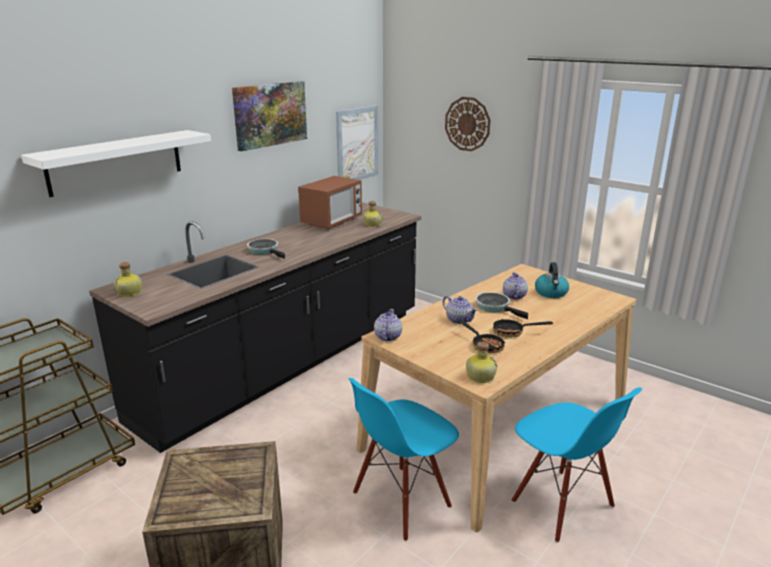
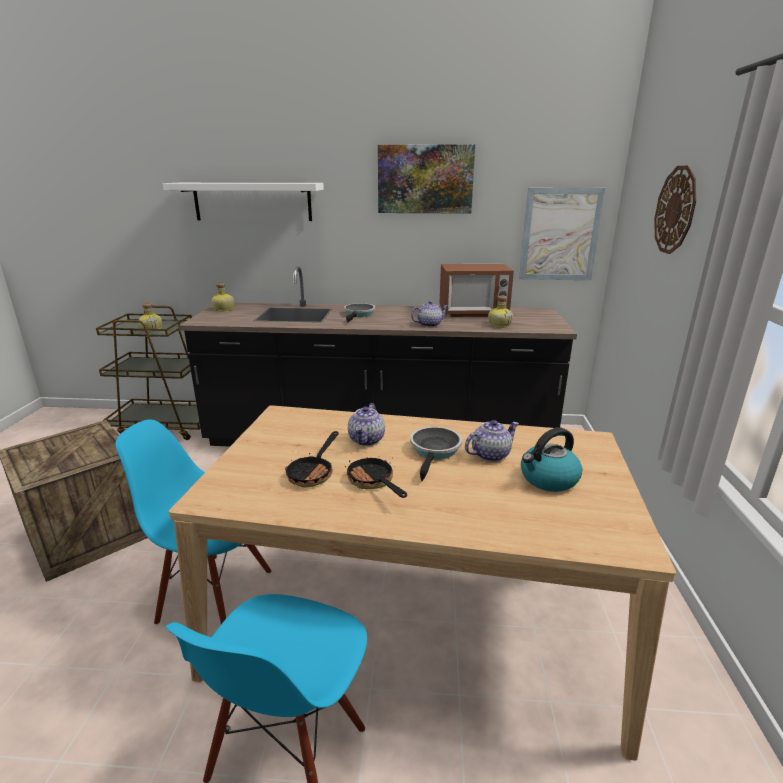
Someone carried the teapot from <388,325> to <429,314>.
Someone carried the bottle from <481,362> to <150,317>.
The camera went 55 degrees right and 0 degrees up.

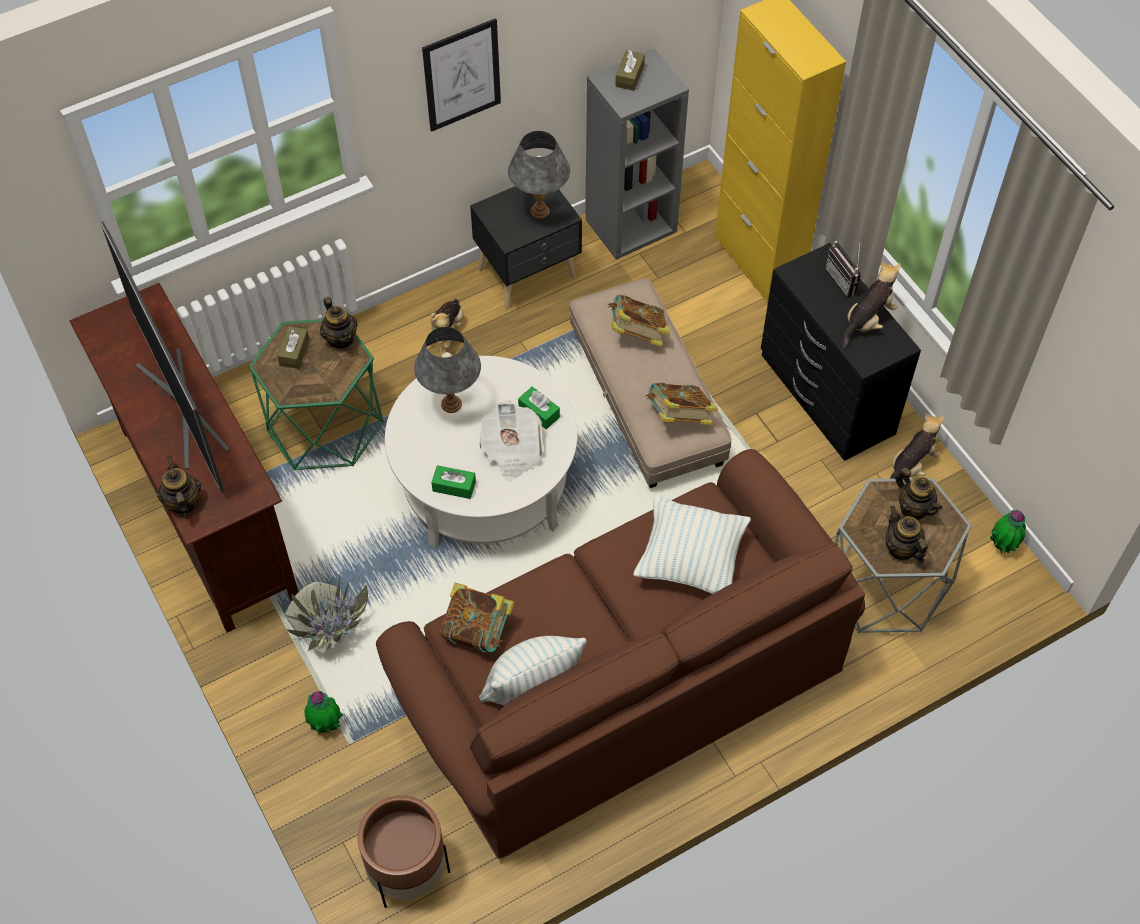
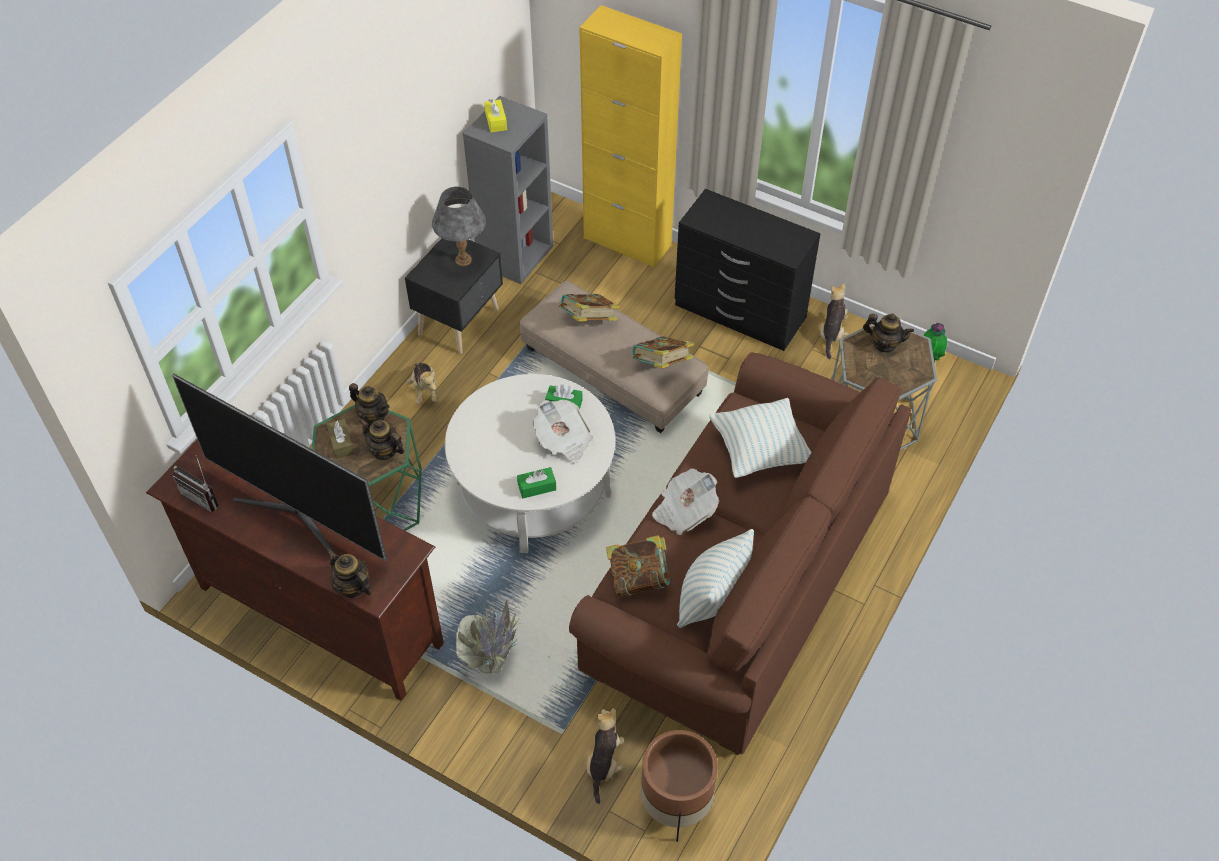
Someone took away the picture at <461,75>.
Someone repainted the brown tissue box at <630,70>, which became the yellow tissue box at <495,115>.
Someone carried the radio from <843,268> to <195,483>.
Someone carried the plush toy from <872,305> to <605,756>.
Someone took away the grey table lamp at <447,370>.
Someone carried the teapot from <906,535> to <382,440>.
Someone took away the potted plant at <324,712>.
Someone put down the newspaper at <685,502>.
The camera went 30 degrees left and 5 degrees down.

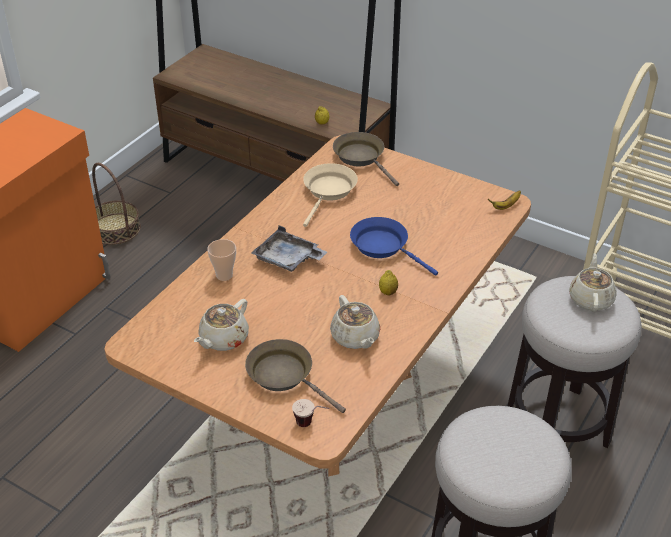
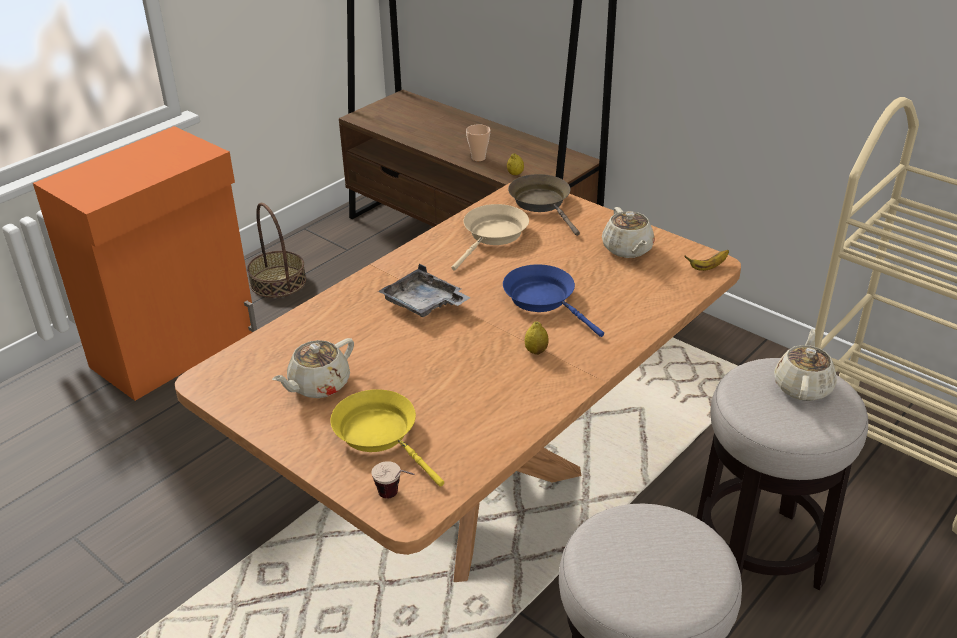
Someone carried the cup from <221,260> to <478,142>.
Someone carried the beige teapot from <355,322> to <628,232>.
Someone repainted the brown frying pan at <295,376>, which became the yellow frying pan at <387,438>.
The camera went 10 degrees right and 5 degrees down.

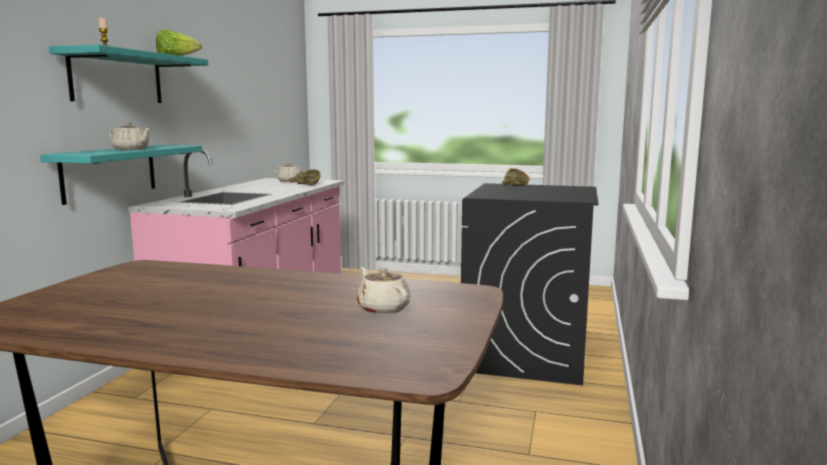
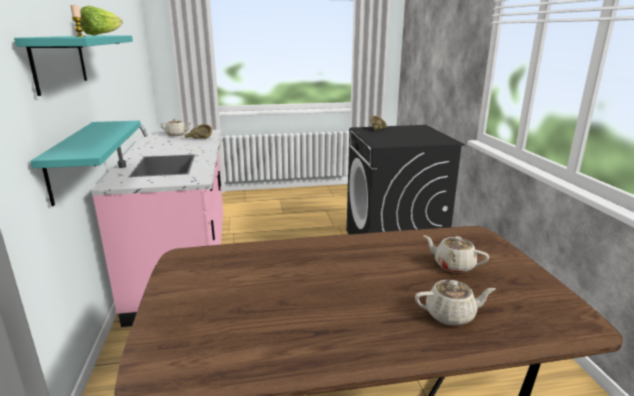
Someone carried the beige teapot from <130,136> to <455,303>.
The camera went 25 degrees left and 10 degrees up.

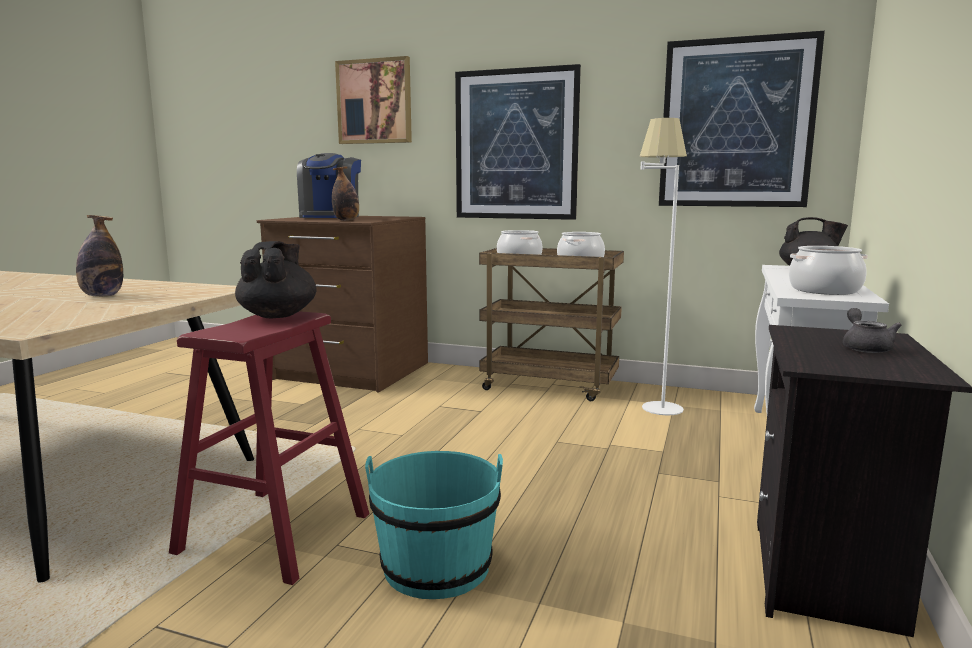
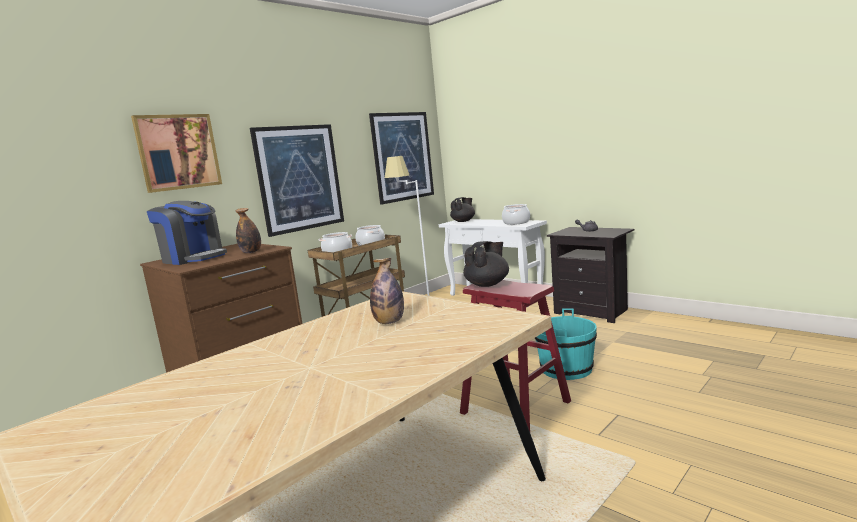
Someone rotated the black teapot at <276,279> by 105 degrees clockwise.
The camera went 65 degrees left and 0 degrees up.

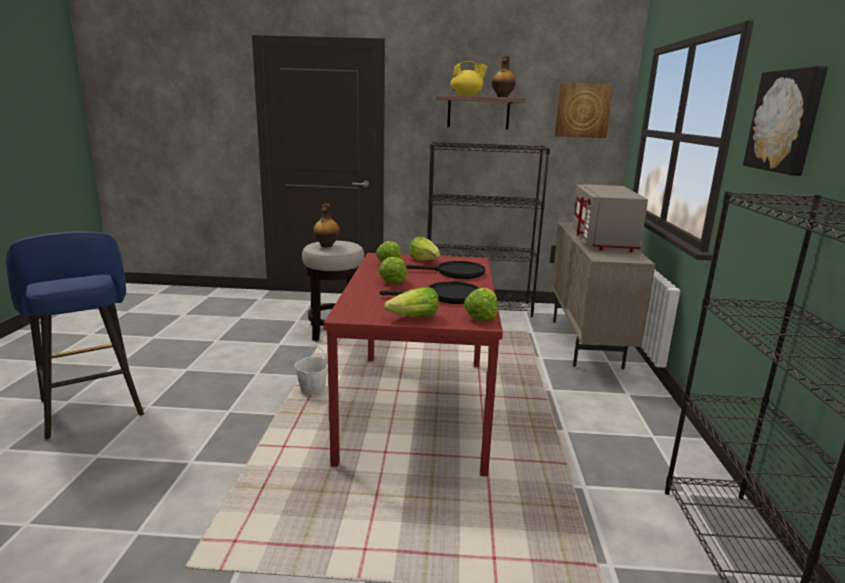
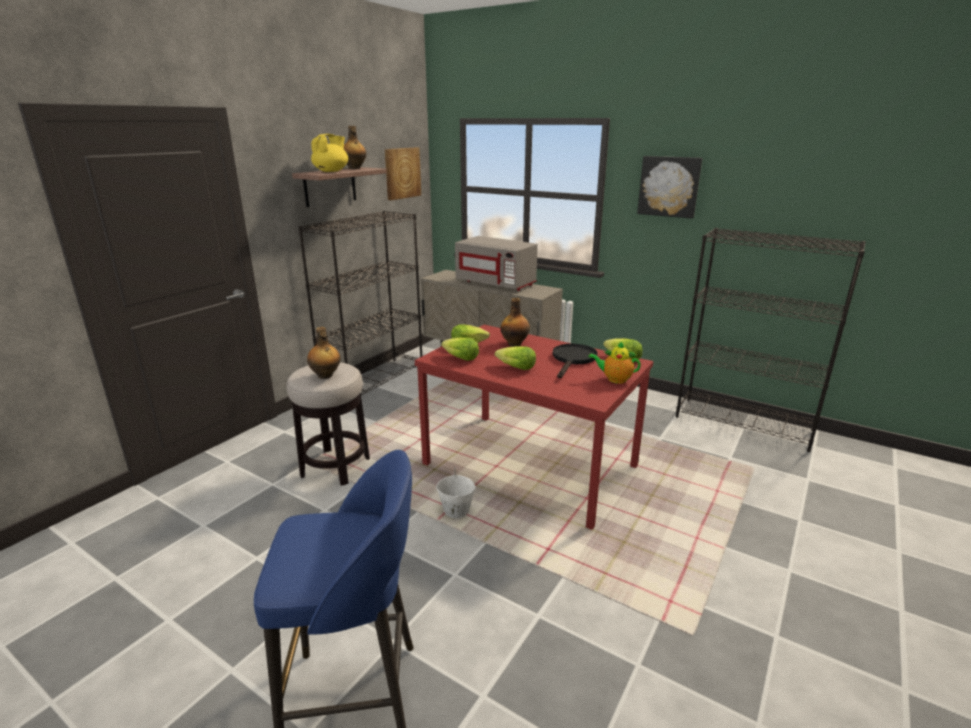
Someone swapped the black frying pan at <445,270> for the bottle at <515,322>.
Someone swapped the lettuce at <411,302> for the teapot at <614,362>.
The camera went 60 degrees left and 5 degrees up.

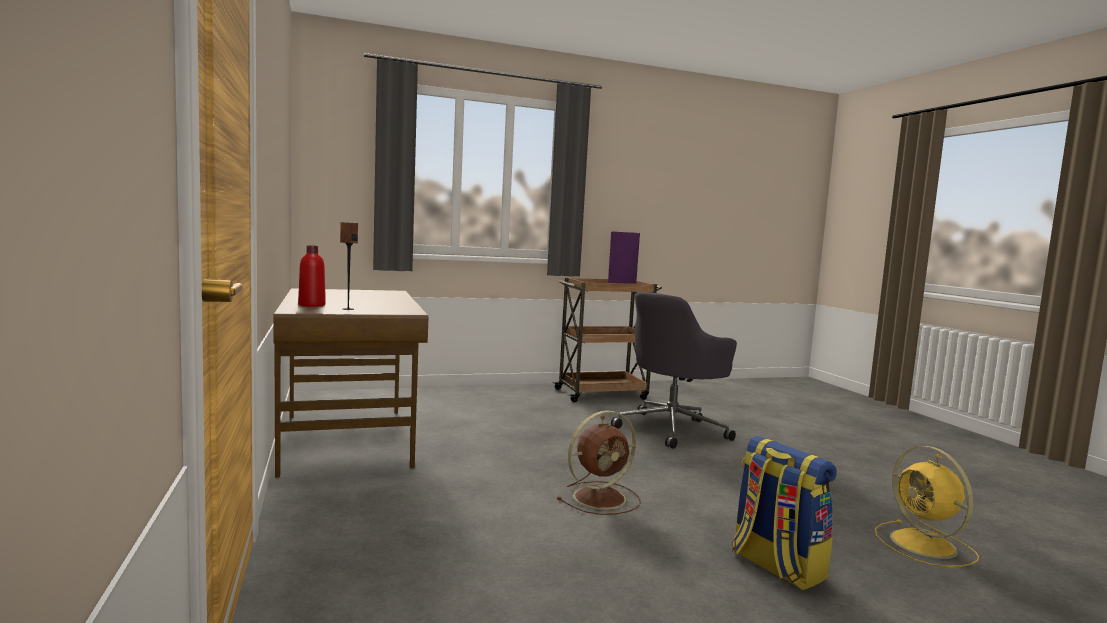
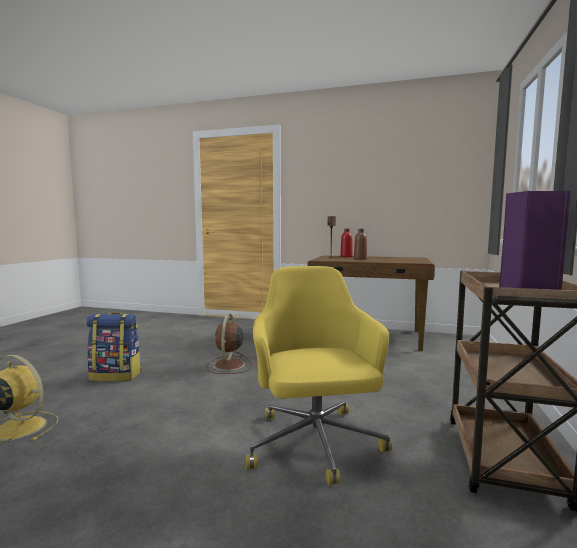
Someone repainted the grey office chair at <674,370>, which became the yellow office chair at <319,375>.
Someone put down the brown bottle at <360,244>.
The camera went 125 degrees right and 0 degrees up.

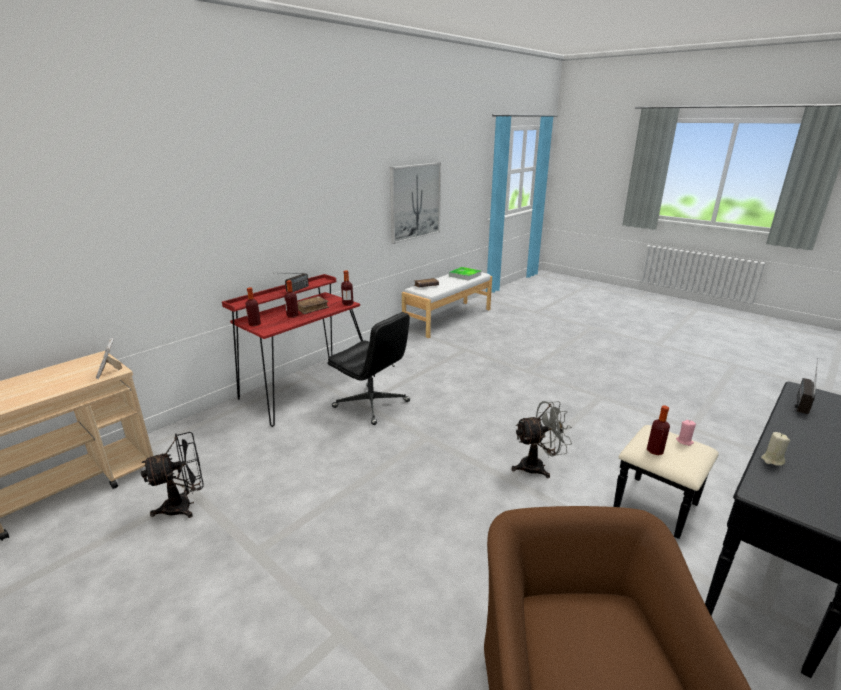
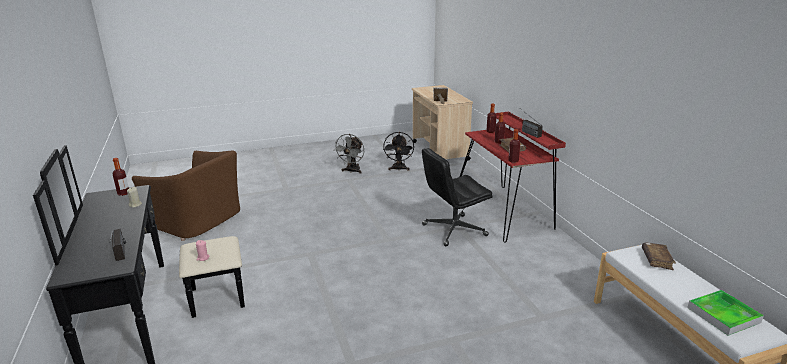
Someone took away the picture at <415,203>.
Someone carried the grey fan from <541,439> to <348,154>.
Someone carried the bottle from <658,430> to <121,177>.
The camera went 120 degrees right and 0 degrees up.

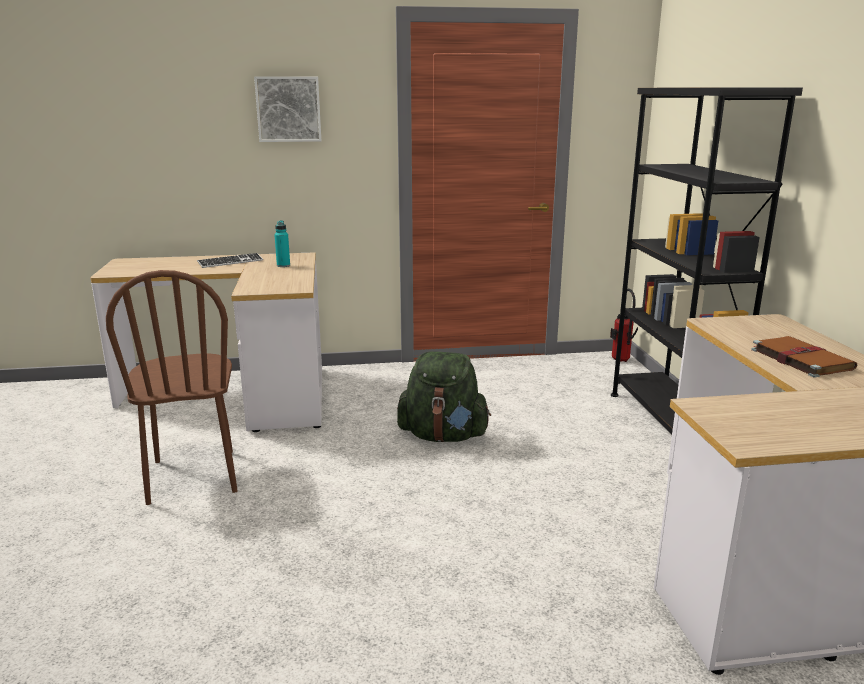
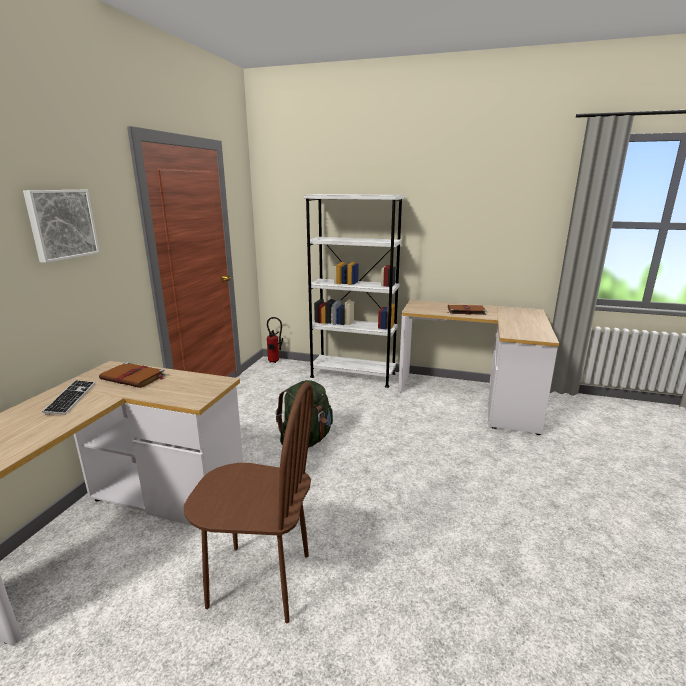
Someone repainted the black bookcase at <707,260>, which became the white bookcase at <354,291>.
Someone swapped the turquoise bottle at <282,243> for the brown book at <132,375>.
The camera went 65 degrees left and 0 degrees up.

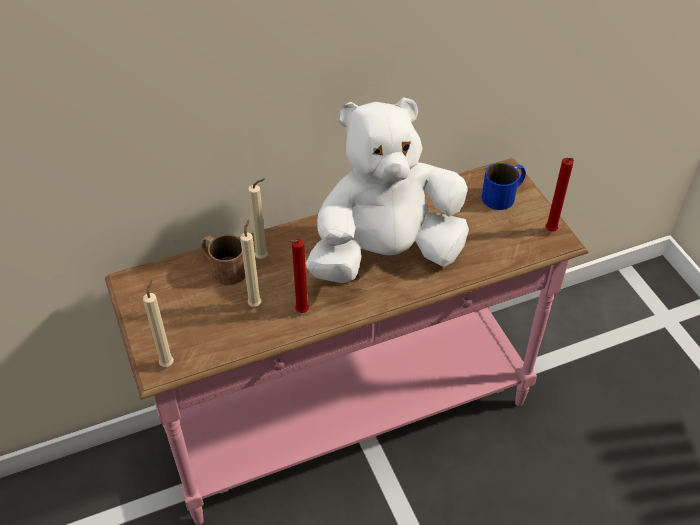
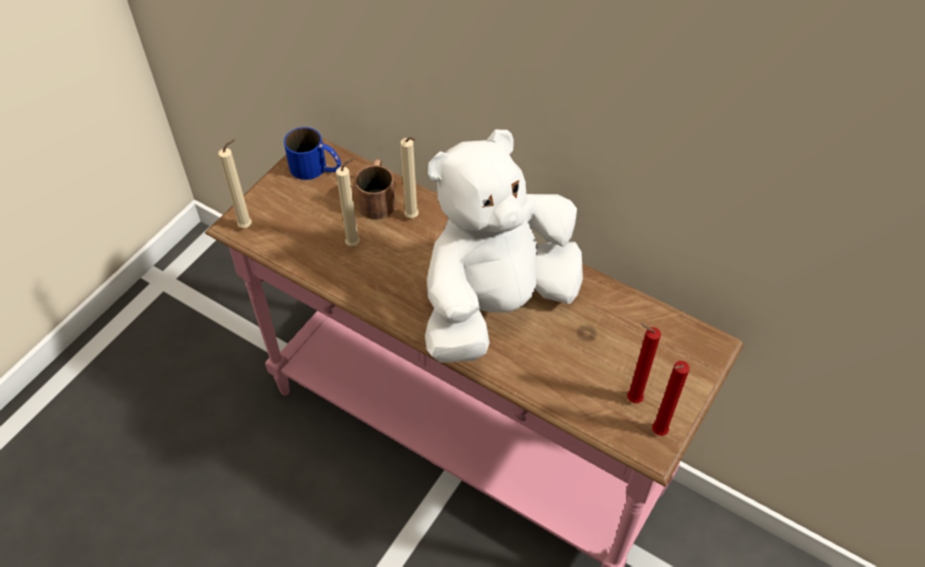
Someone rotated the white plush toy at <387,190> by 75 degrees counterclockwise.
Someone carried the blue mug from <504,186> to <312,153>.
Someone carried the red candle from <298,276> to <644,363>.
The camera went 55 degrees right and 5 degrees up.

